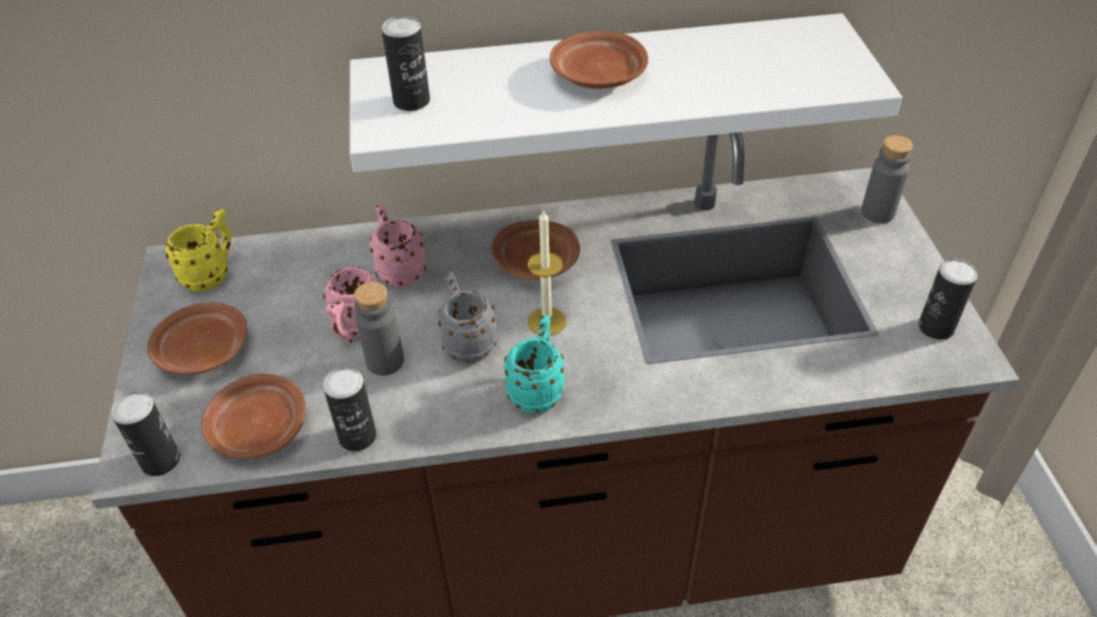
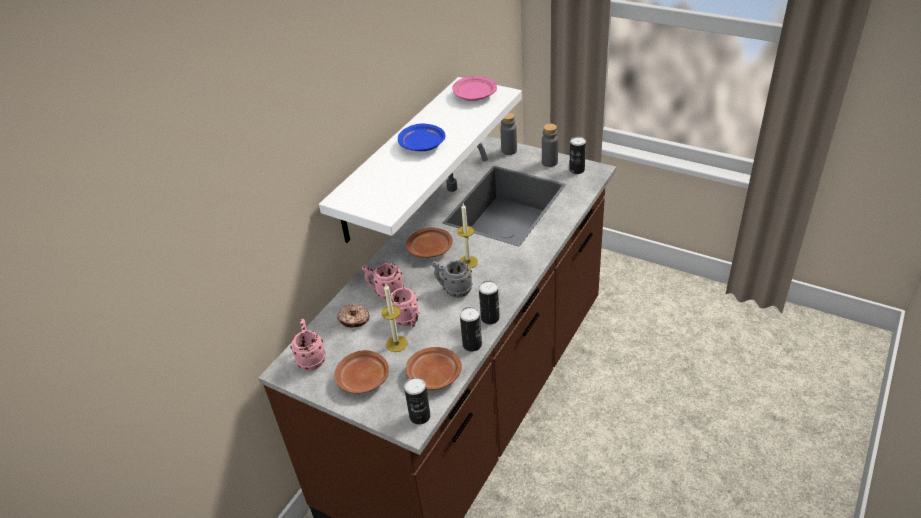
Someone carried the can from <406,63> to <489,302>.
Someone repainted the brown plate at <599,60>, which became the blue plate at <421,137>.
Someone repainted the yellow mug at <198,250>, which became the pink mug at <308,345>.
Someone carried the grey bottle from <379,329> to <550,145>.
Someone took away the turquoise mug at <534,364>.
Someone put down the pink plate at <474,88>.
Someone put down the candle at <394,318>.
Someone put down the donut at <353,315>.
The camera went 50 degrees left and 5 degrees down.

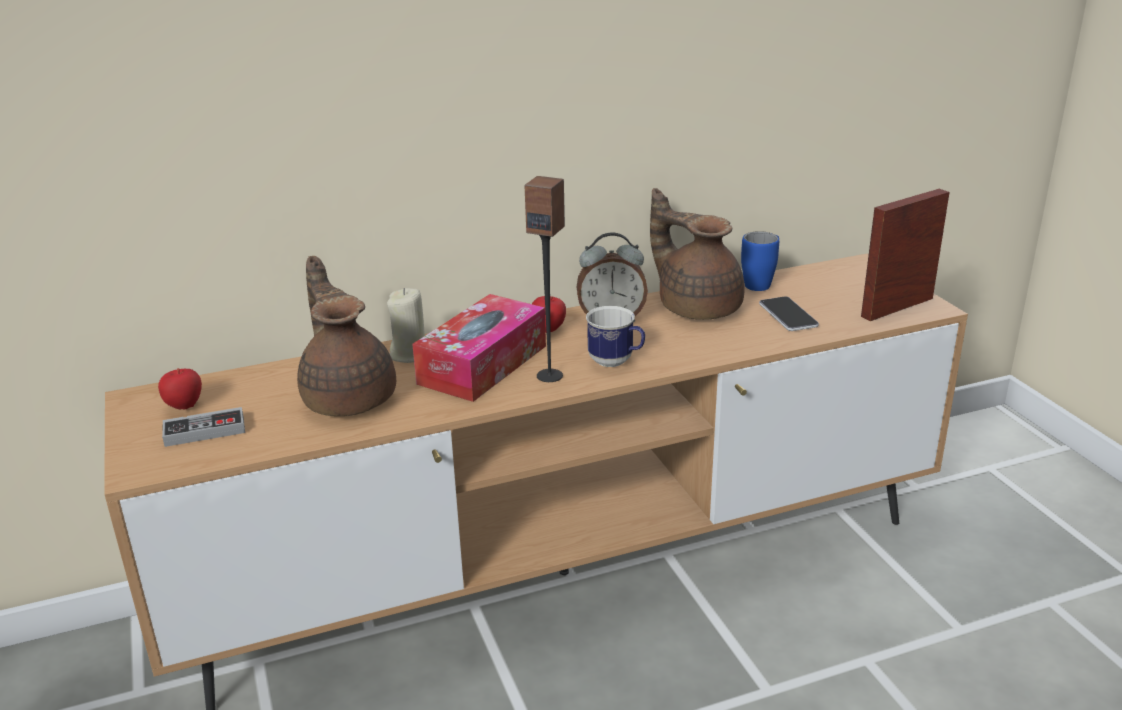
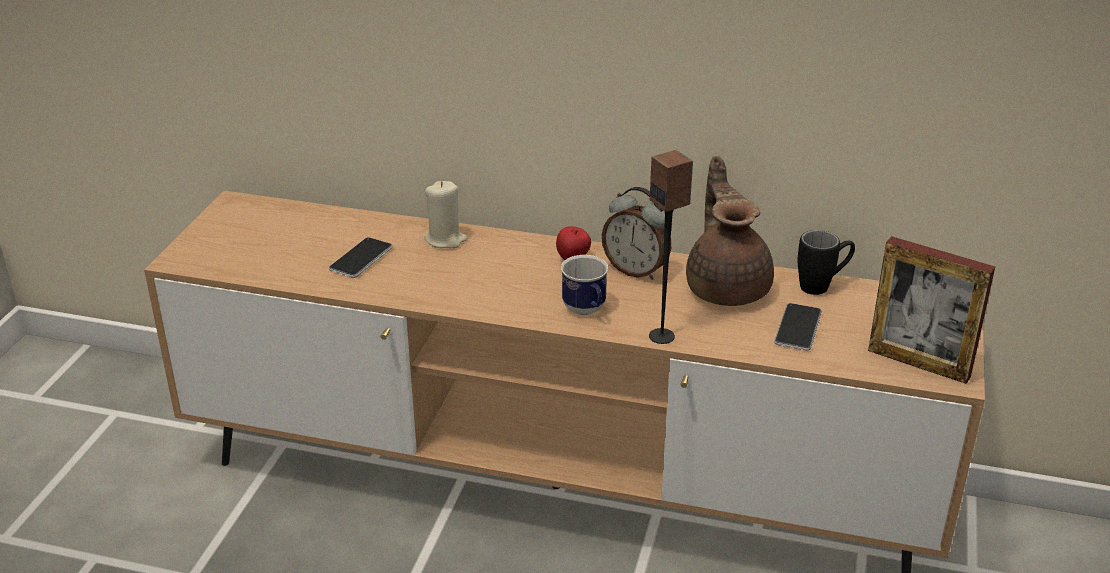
Someone carried the speaker from <545,279> to <671,247>.
Someone rotated the picture frame at <905,255> by 150 degrees counterclockwise.
Someone repainted the blue mug at <760,261>, which became the black mug at <826,262>.
Someone swapped the brown teapot at <346,336> for the phone at <361,257>.
Someone took away the tissue box at <479,348>.
Someone took away the apple at <180,388>.
Someone took away the game controller at <203,427>.
The camera went 35 degrees right and 5 degrees up.

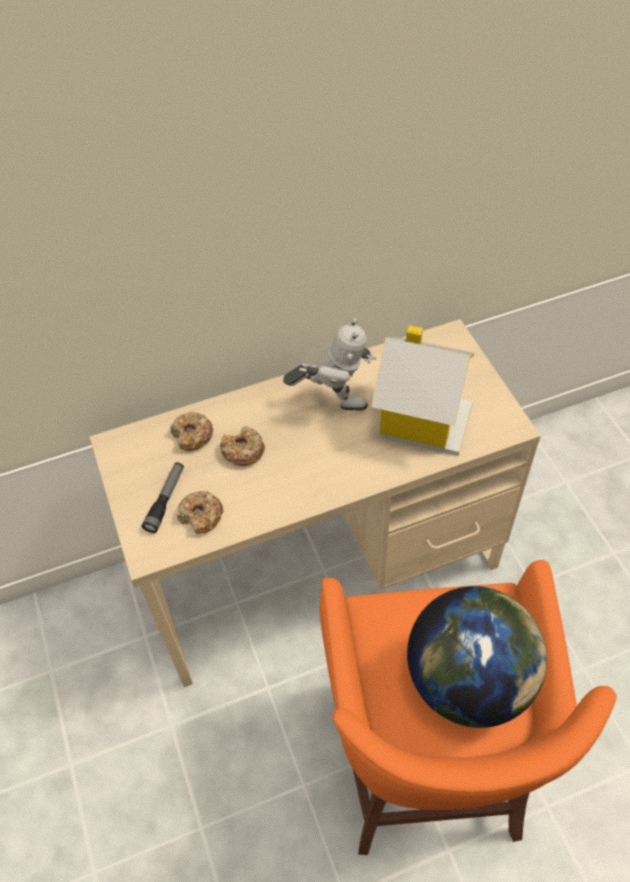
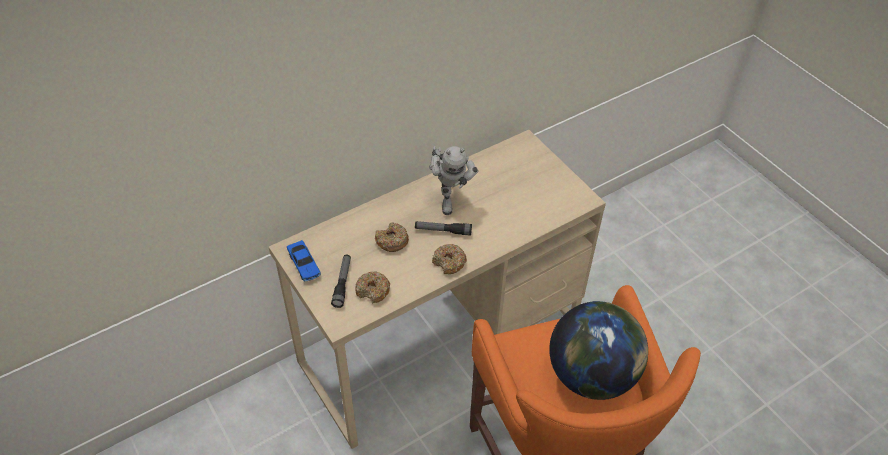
Someone rotated the toy robot at <329,364> by 90 degrees clockwise.
Someone took away the toy house at <422,390>.
Someone carried the donut from <191,431> to <449,259>.
Someone put down the flashlight at <443,228>.
Someone put down the toy car at <304,260>.
The camera went 15 degrees left and 5 degrees down.

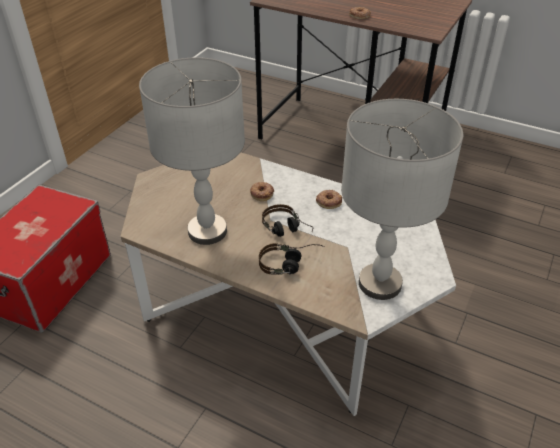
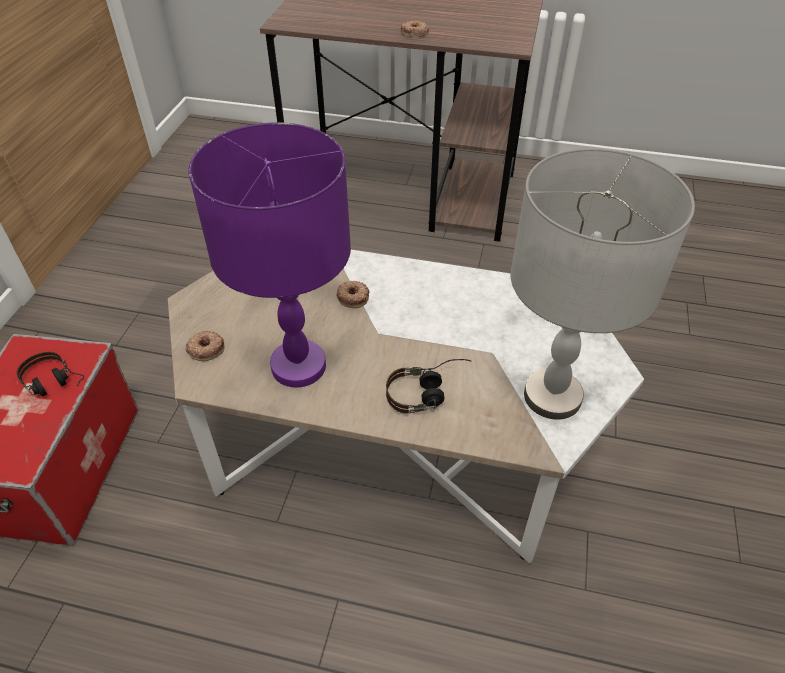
Someone repainted the grey table lamp at <192,151>, which became the purple table lamp at <269,255>.
Someone carried the donut from <329,199> to <205,346>.
Someone carried the headphones from <287,220> to <50,374>.
The camera went 15 degrees left and 5 degrees up.

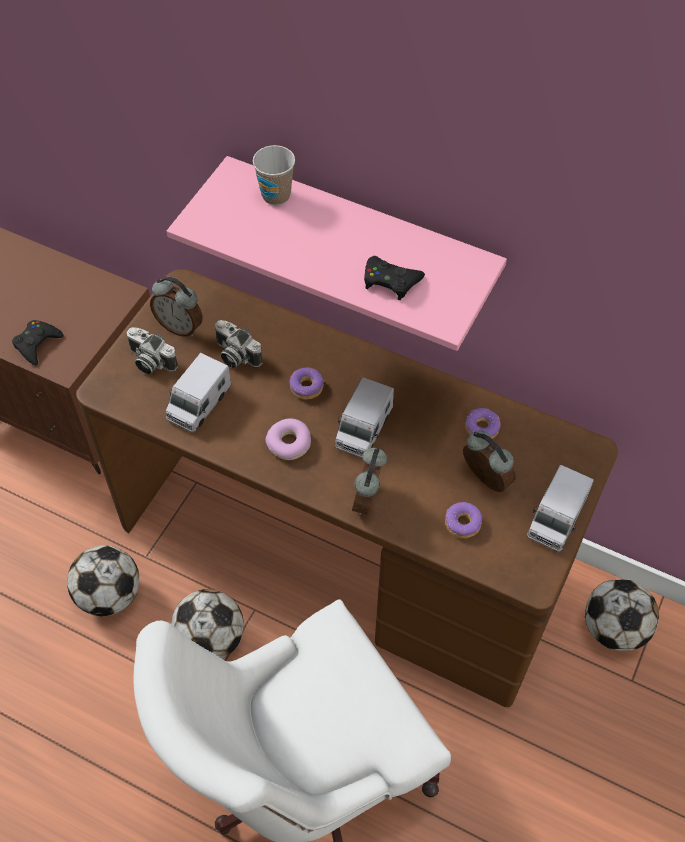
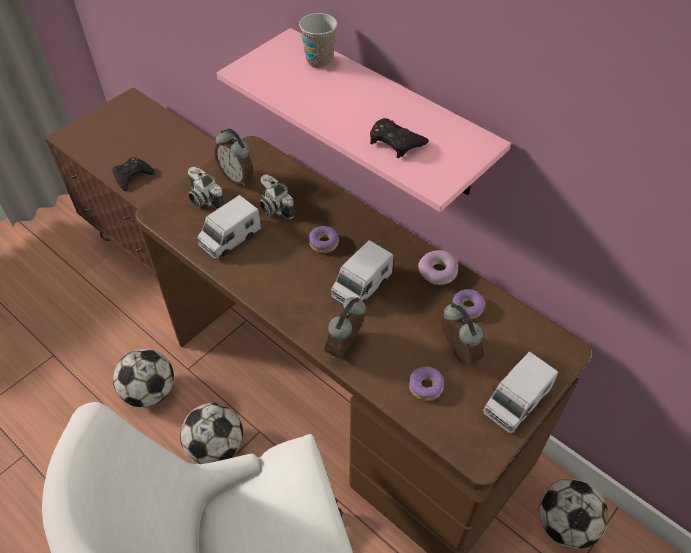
Someone carried the donut from <288,439> to <438,267>.
The camera went 15 degrees right and 5 degrees down.

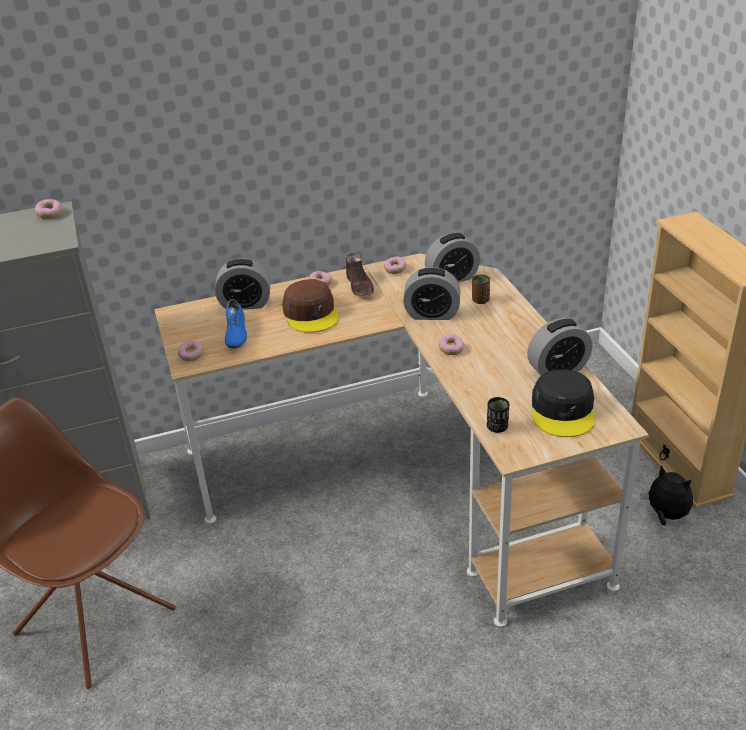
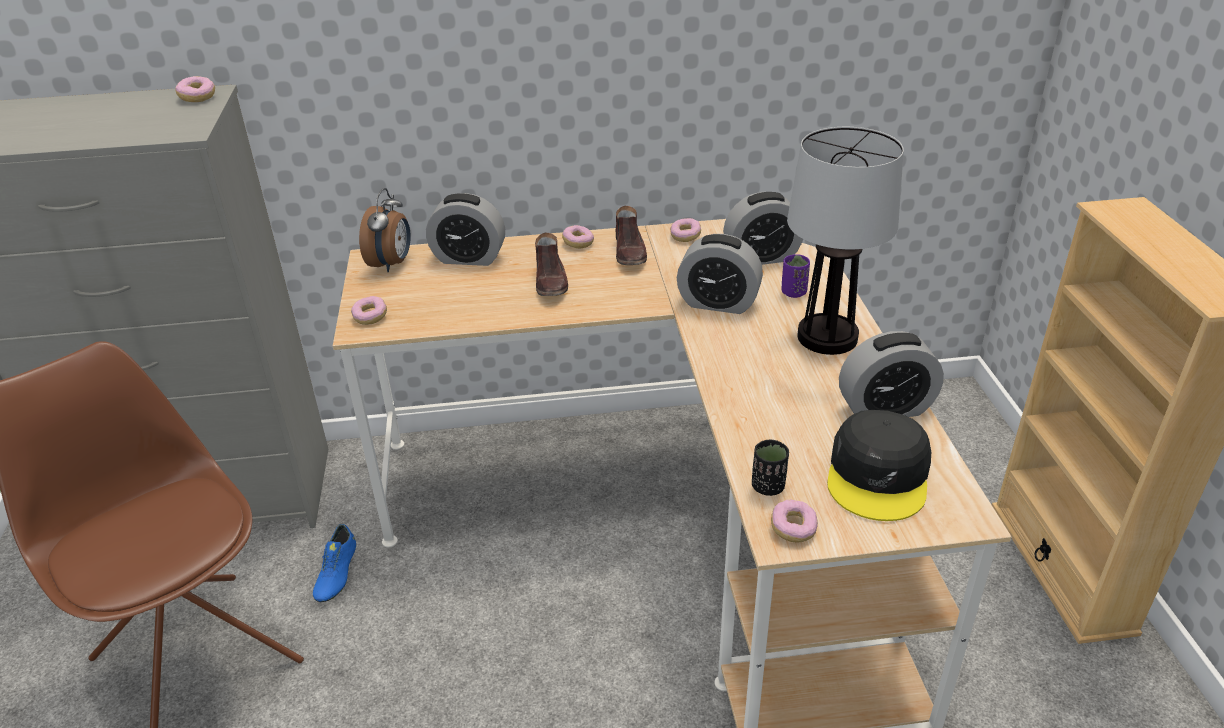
Someone repainted the brown cup at <481,289>, which became the purple cup at <796,276>.
Someone swapped the brown cap at <310,306> for the brown shoe at <551,264>.
Someone carried the blue shoe from <236,323> to <334,563>.
Someone carried the donut from <451,345> to <794,521>.
Someone took away the plush toy at <667,495>.
Someone put down the table lamp at <845,241>.
Someone put down the alarm clock at <384,230>.
The camera went 10 degrees right and 0 degrees up.

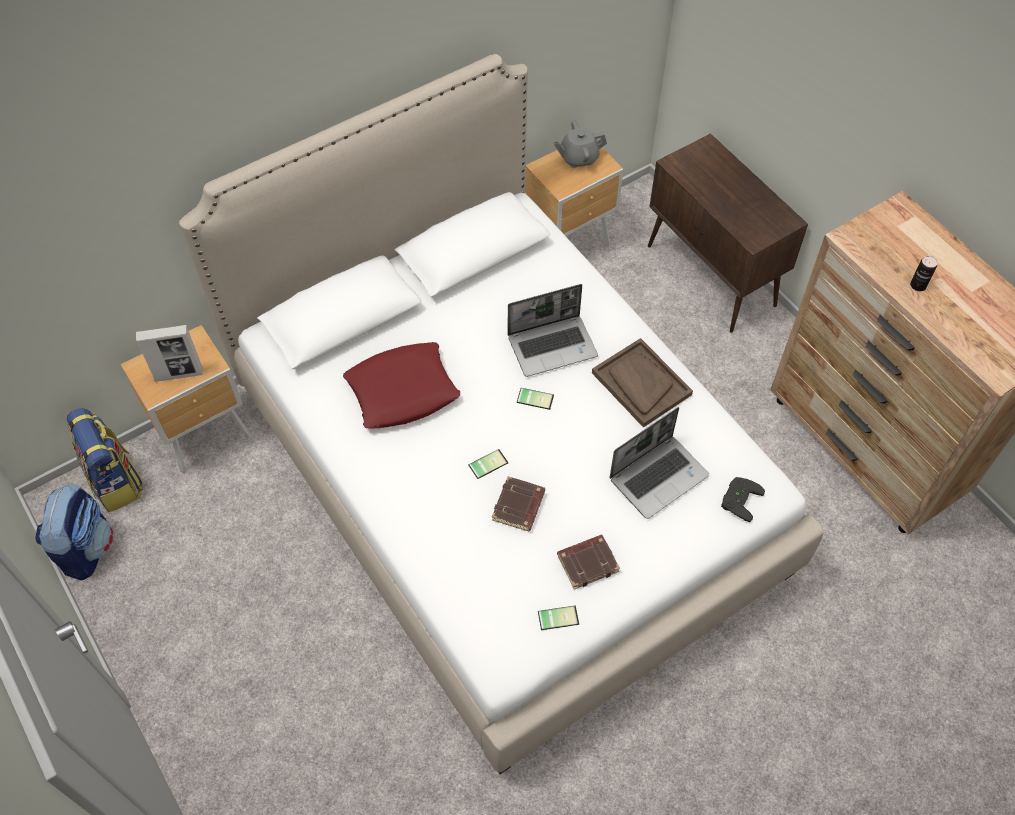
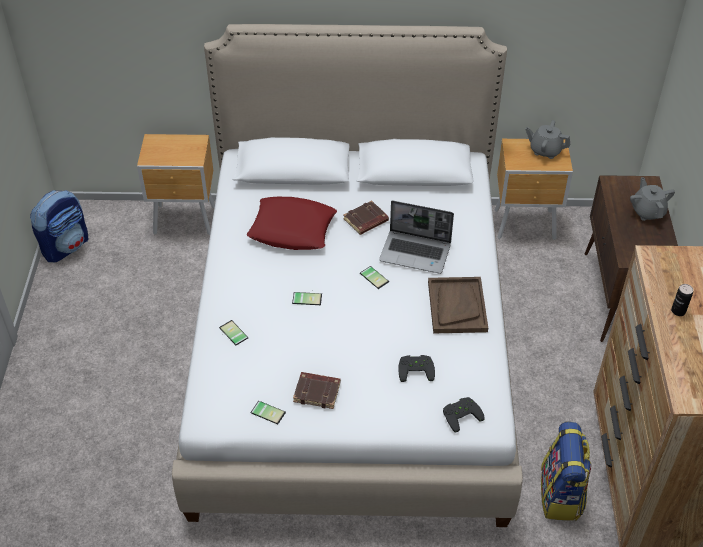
Someone took away the picture frame at <169,353>.
Someone swapped the laptop at <659,463> for the black game controller at <416,368>.
Someone carried the backpack from <105,460> to <566,471>.
Someone carried the brown book from <518,503> to <366,217>.
Someone put down the grey teapot at <652,199>.
Someone put down the phone at <233,332>.
The camera went 35 degrees right and 10 degrees down.

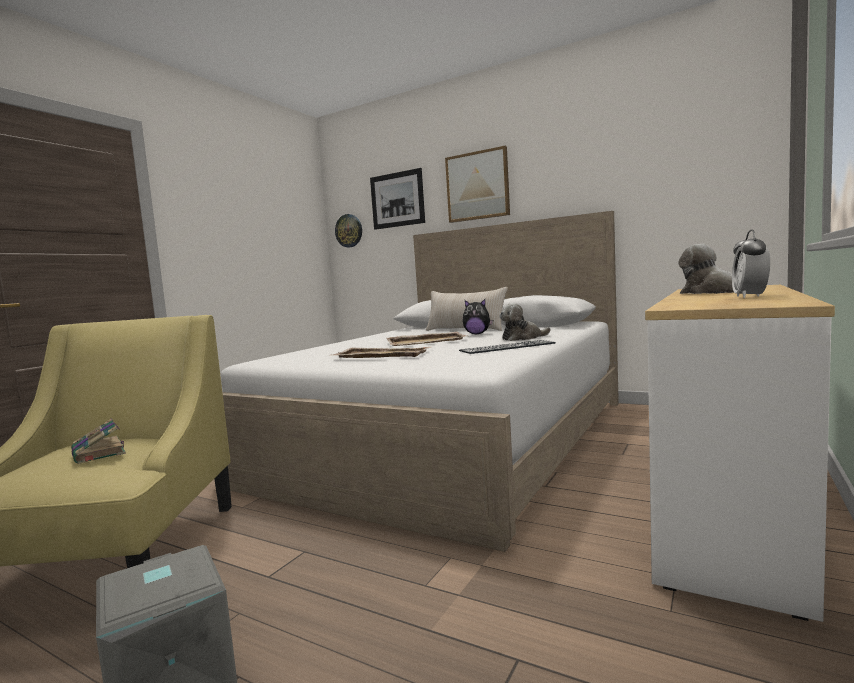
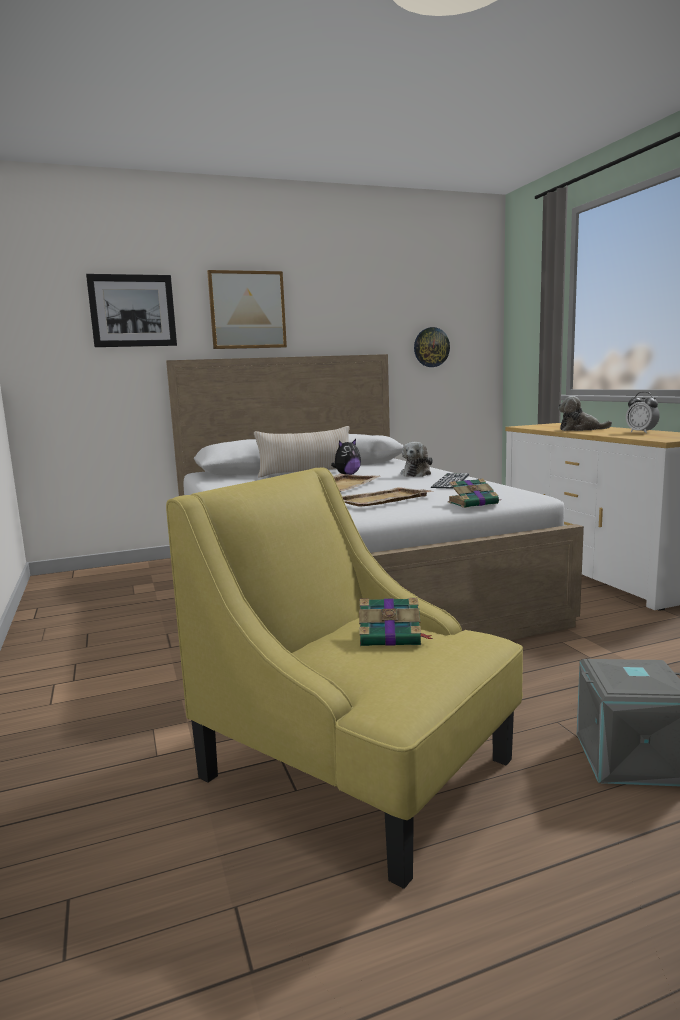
Someone carried the wall clock from <348,230> to <432,347>.
Someone put down the book at <473,493>.
The camera went 50 degrees left and 5 degrees up.

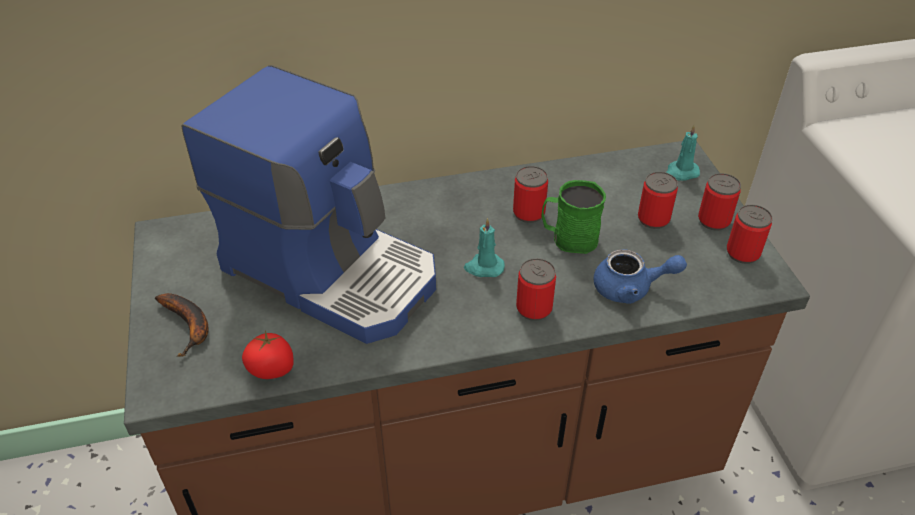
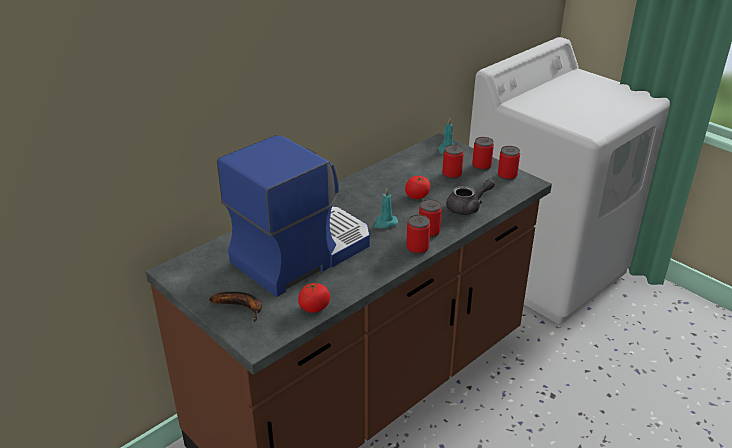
Someone rotated the coffee machine at <309,204> by 45 degrees counterclockwise.
Someone carried the can from <530,194> to <418,234>.
Someone swapped the green mug at <573,217> for the tomato at <417,187>.
Someone repainted the blue teapot at <640,276>, which became the grey teapot at <470,197>.
The camera went 30 degrees left and 10 degrees down.

